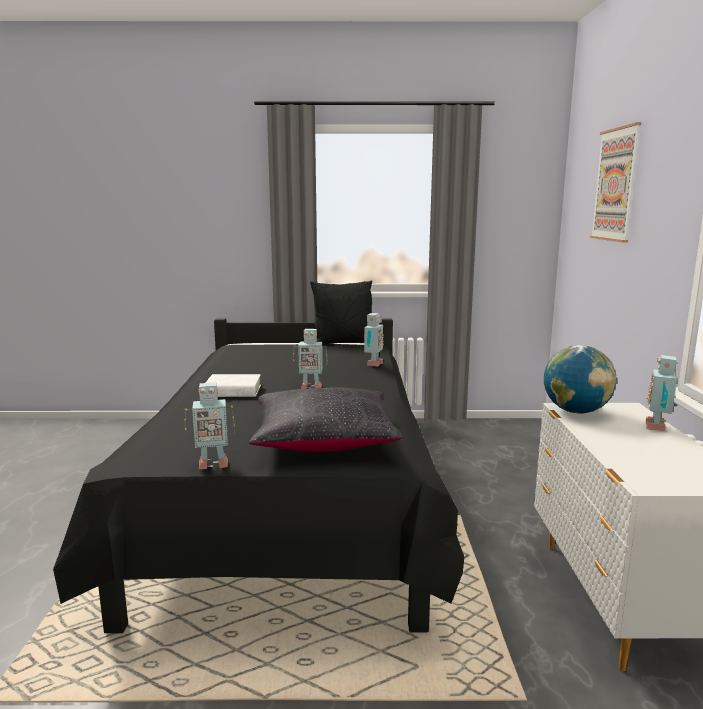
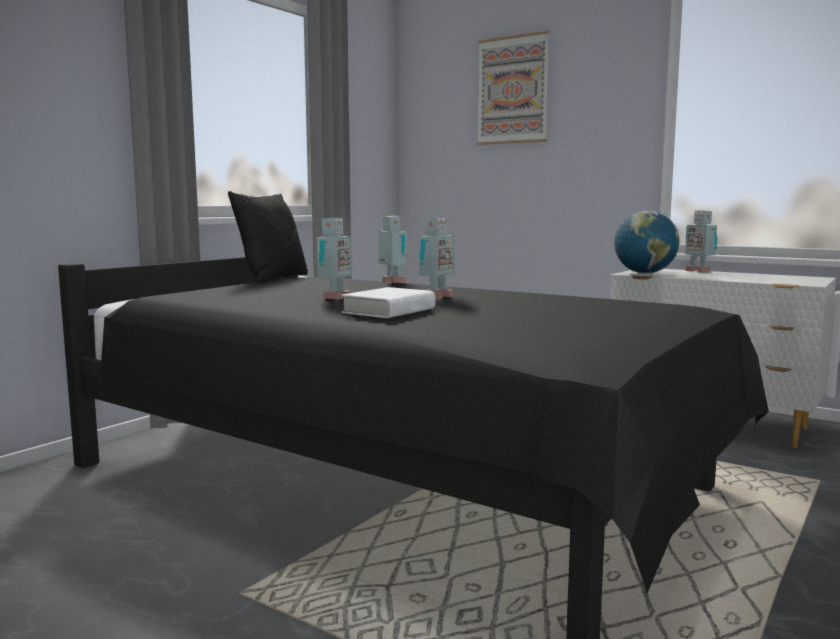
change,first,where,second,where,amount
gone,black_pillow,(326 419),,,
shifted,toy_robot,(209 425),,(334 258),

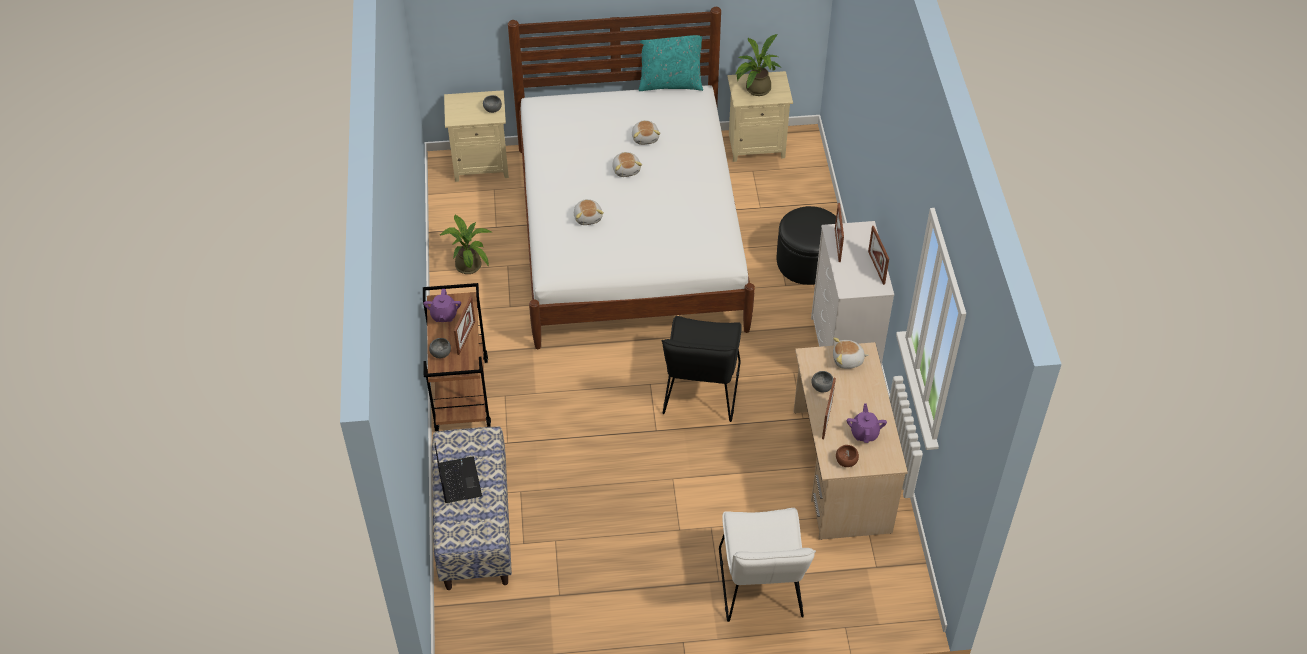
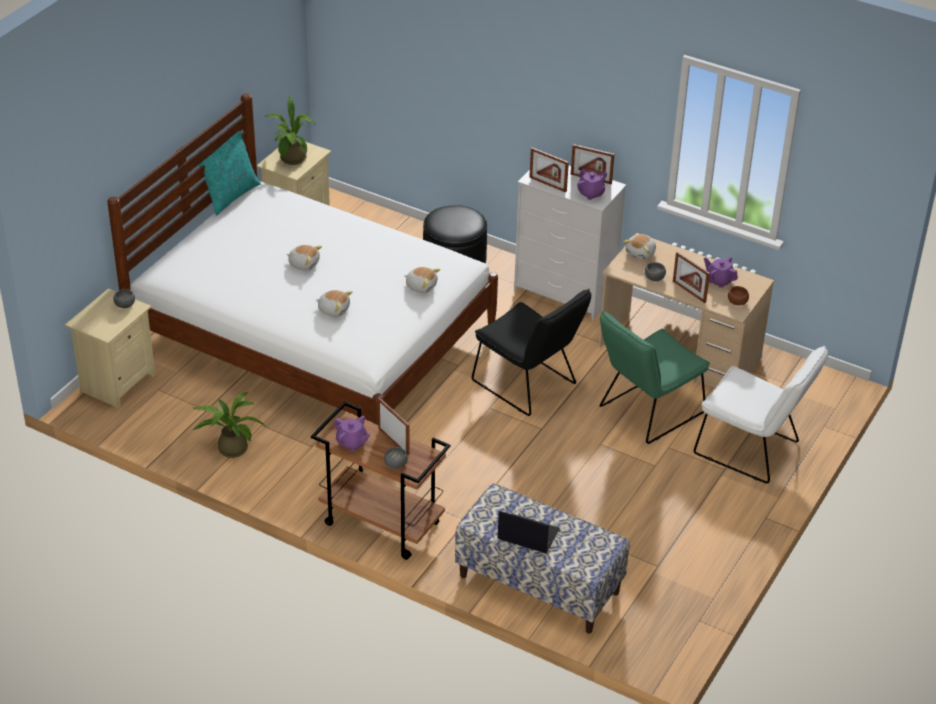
change,first,where,second,where,amount
new,,,purple_teapot,(592 184),
new,,,green_chair,(655 377),
shifted,plush_toy,(646 132),,(422 280),

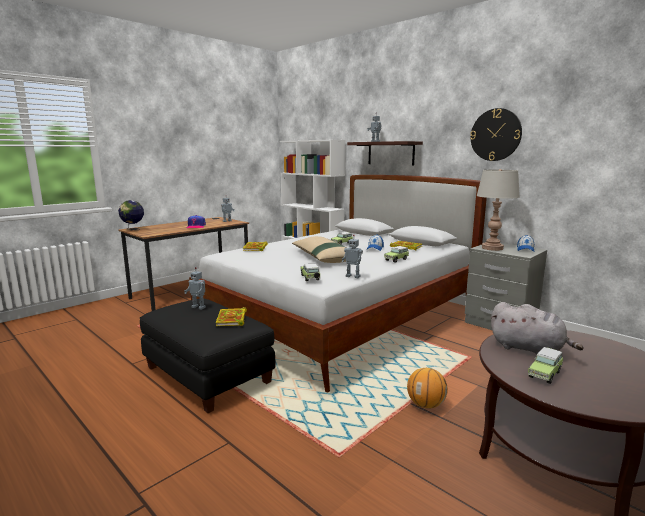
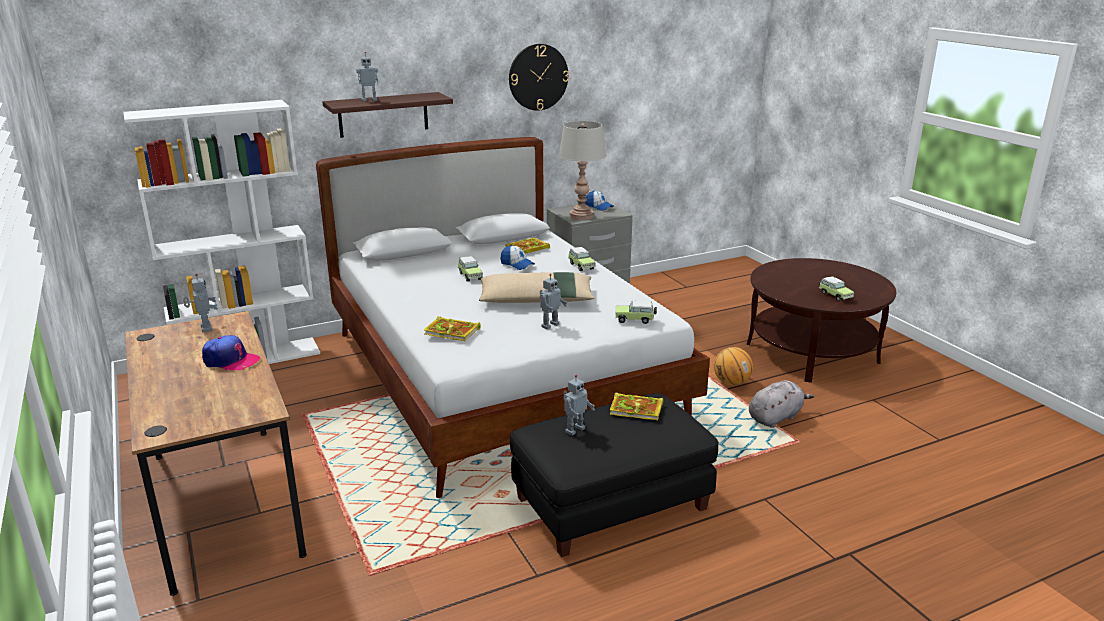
change,first,where,second,where,amount
gone,globe,(131 215),,,
shifted,toy_robot,(352 256),,(554 302),
shifted,grey_plush_toy,(537 328),,(781 404),

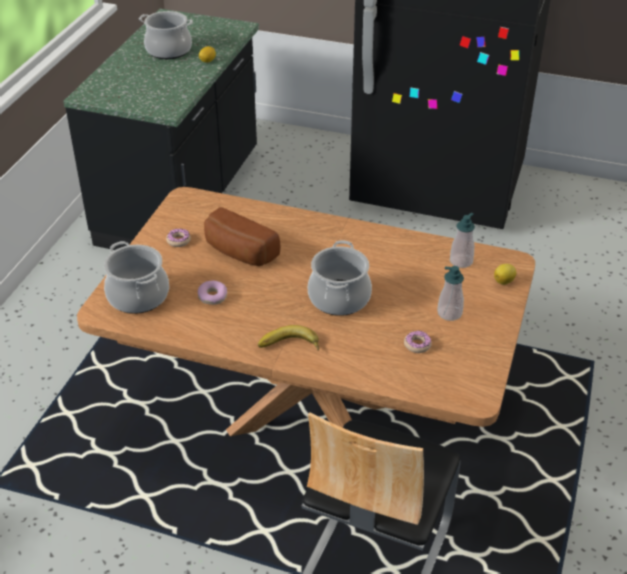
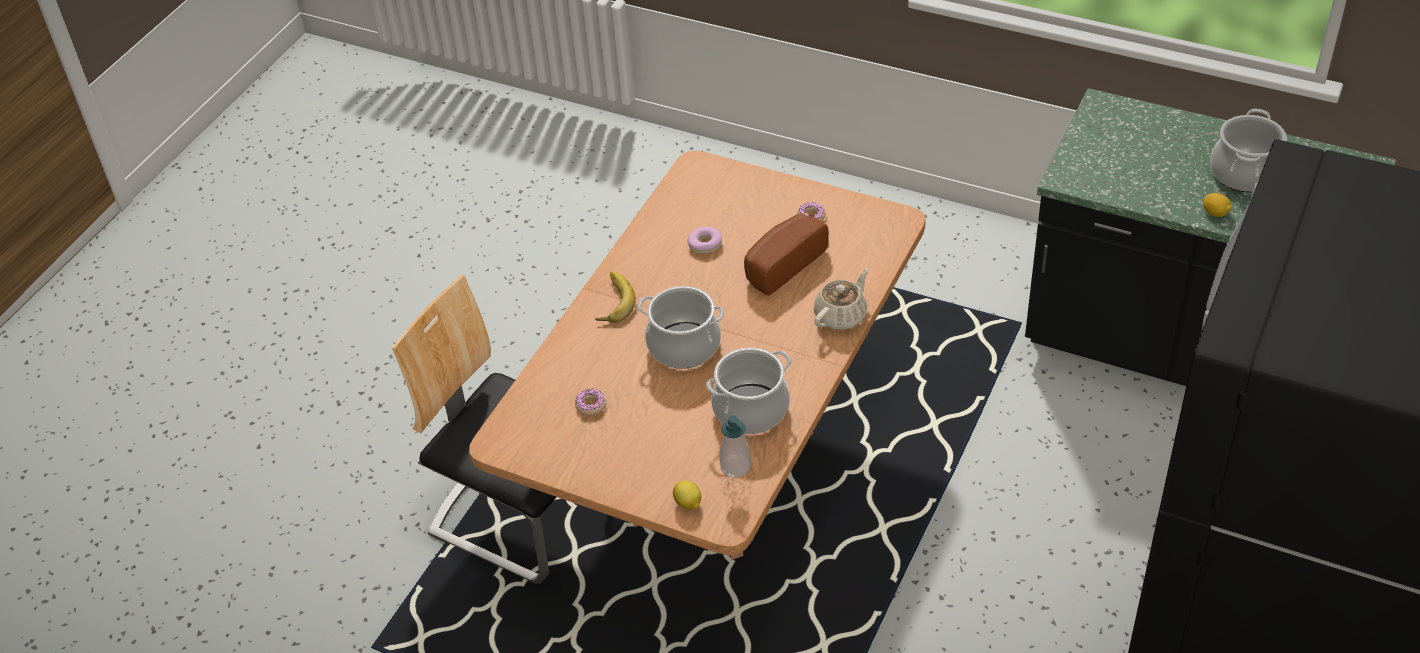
change,first,where,second,where,amount
gone,soap_dispenser,(450 293),,,
new,,,beige_teapot,(841 299),
shifted,cooking_pot,(136 277),,(749 391),

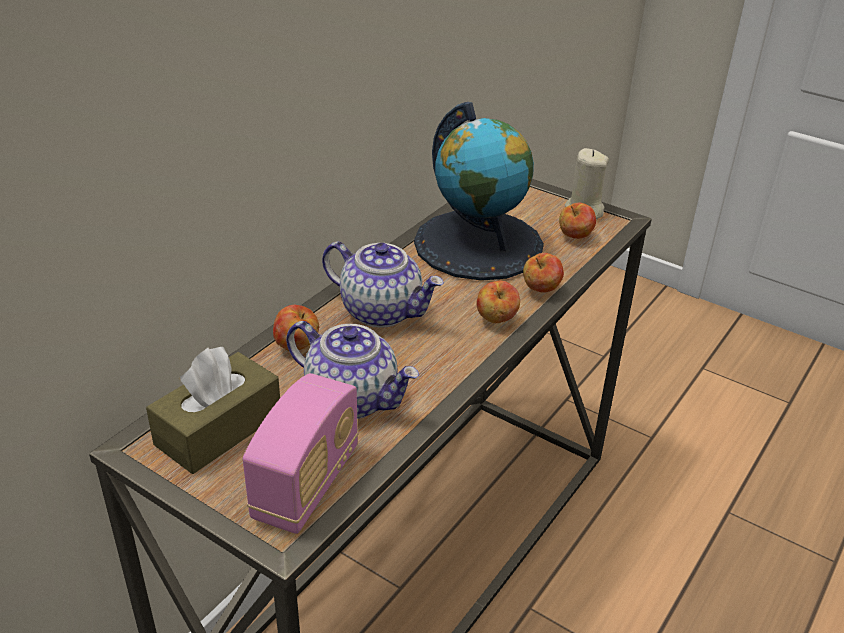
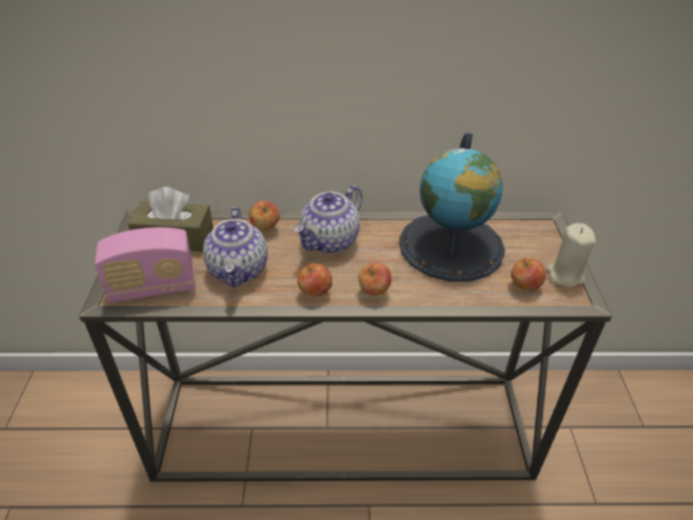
change,first,where,second,where,amount
shifted,apple,(543 273),,(314 279),
rotated,teapot,(383 284),,(328 219),45 degrees clockwise

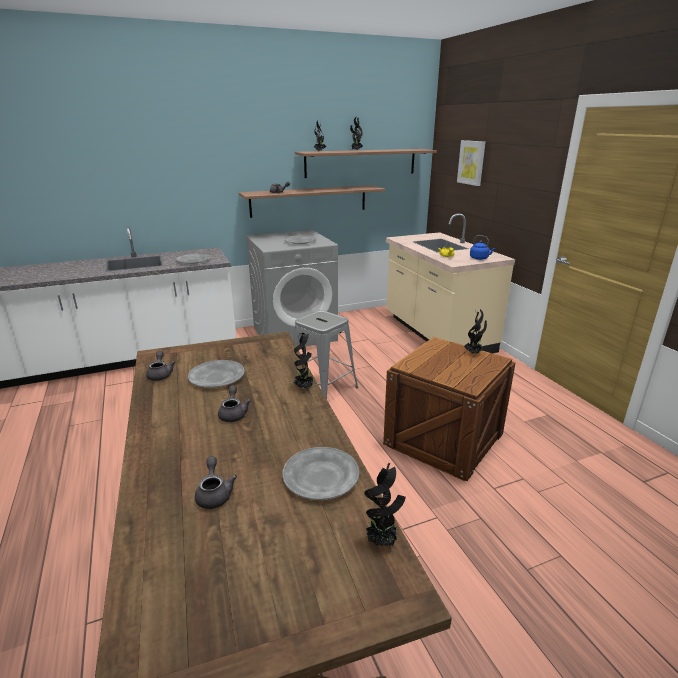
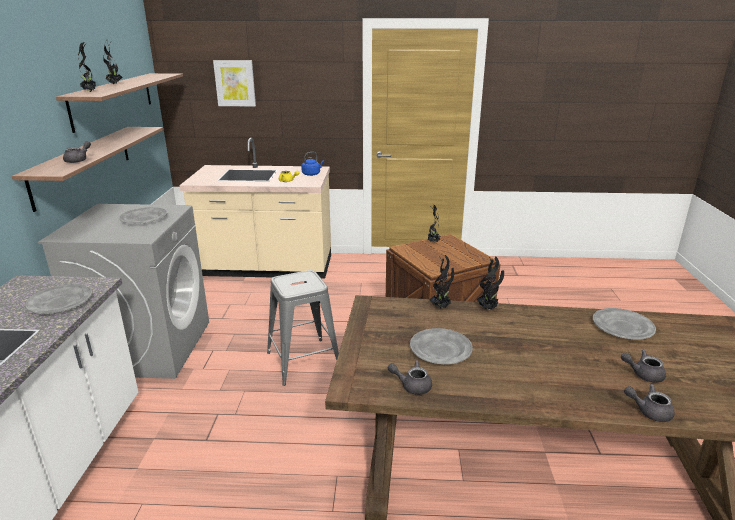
change,first,where,second,where,amount
shifted,grey_teapot,(234 403),,(649 403),
shifted,potted_plant,(385 504),,(441 282),

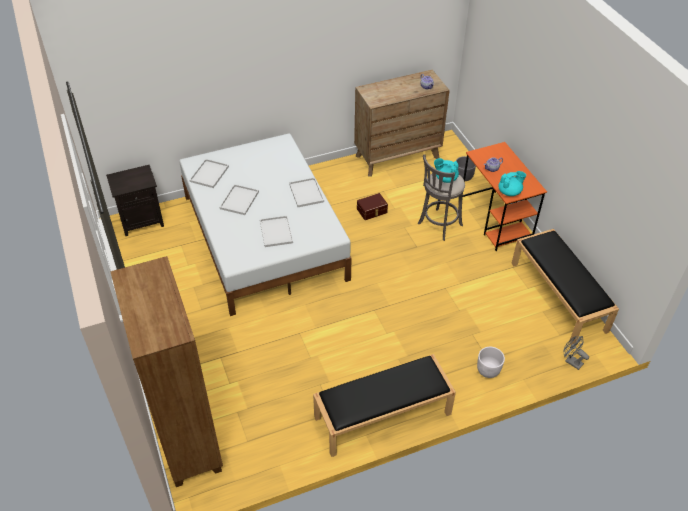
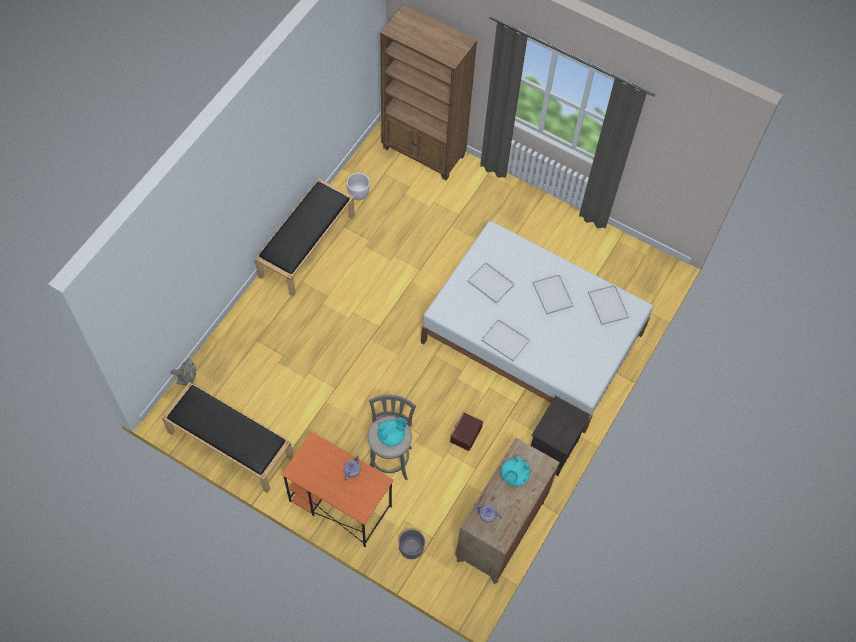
change,first,where,second,where,amount
shifted,black_nightstand,(135 200),,(560 436),
shifted,white_planter,(491 362),,(358 186),
shifted,turquoise_teapot,(512 183),,(515 471),

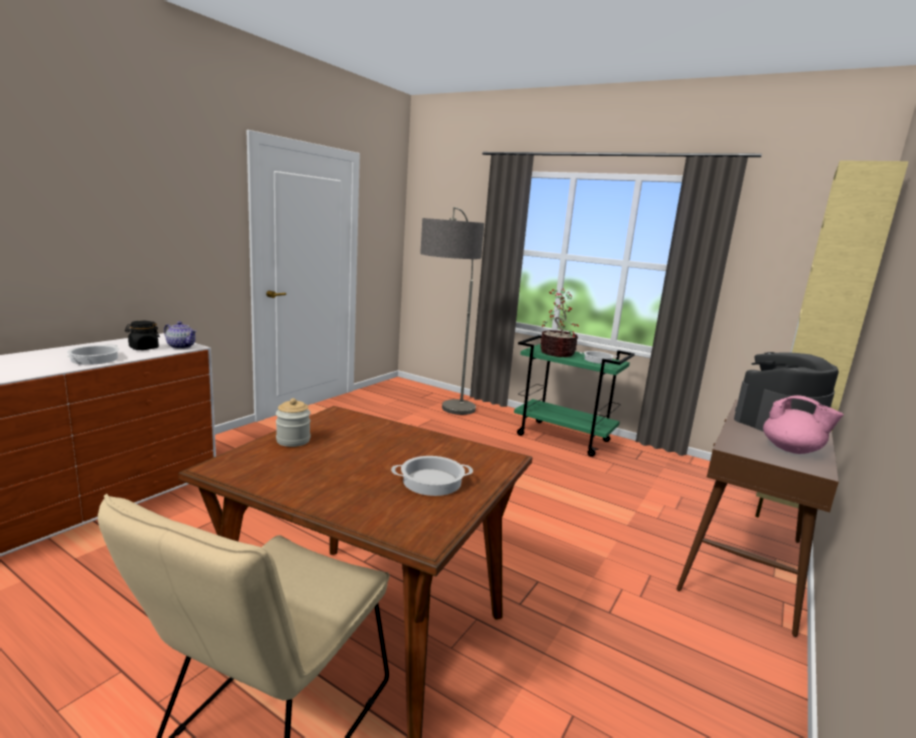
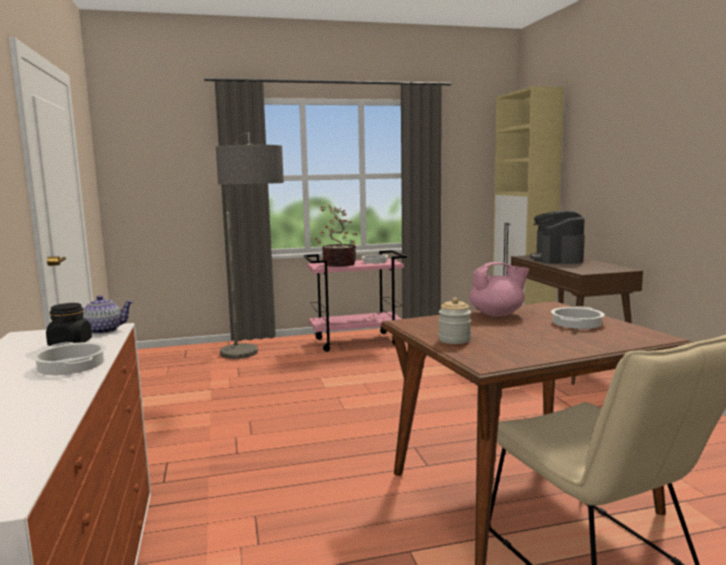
change,first,where,second,where,amount
shifted,pink_teapot,(803 424),,(499 289),
repainted,green_cart,(574 396),pink_cart,(355 301),

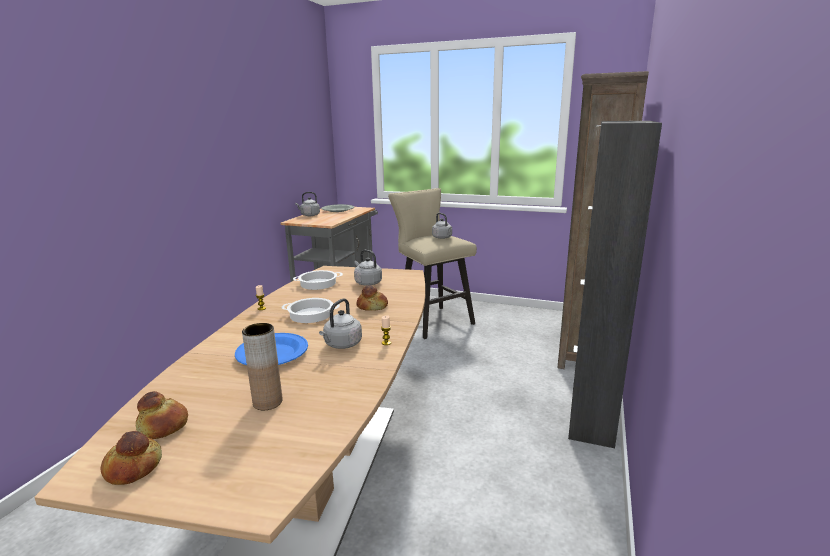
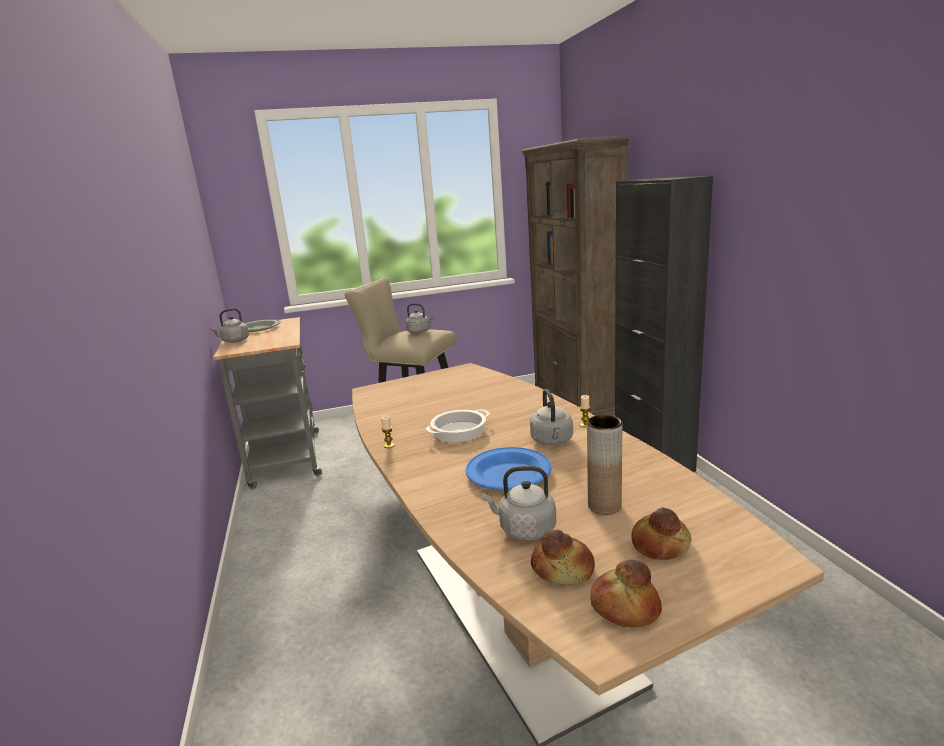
change,first,where,second,where,amount
gone,cooking_pot,(318 280),,,
shifted,grey_kettle,(368 268),,(519 503),
shifted,bread,(372 298),,(661 533),

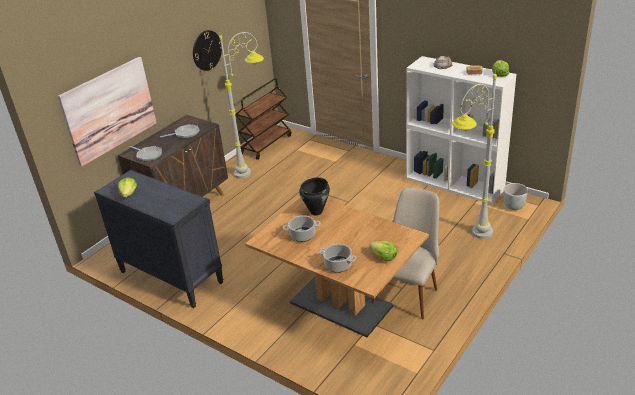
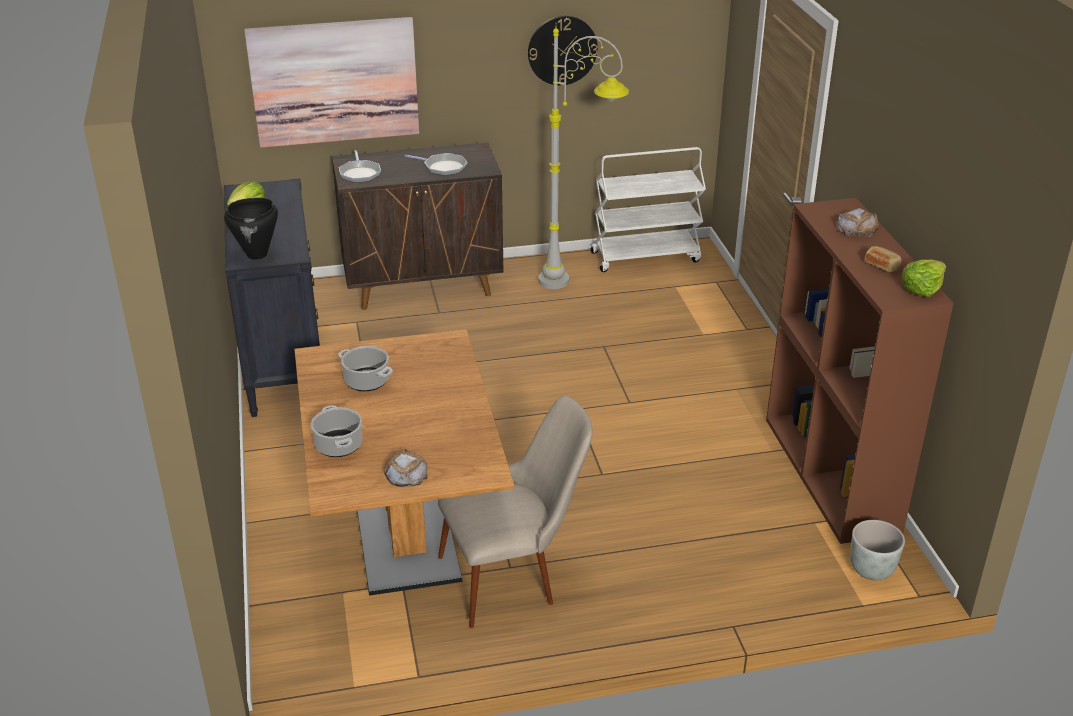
change,first,where,second,where,amount
gone,grey_floor_lamp,(474 154),,,
shifted,black_cooking_pot,(314 196),,(251 229),
swapped,lettuce,(383 251),bread,(406 468),
repainted,brown_cart,(263 119),white_cart,(648 209),
repainted,white_bookcase,(461 130),brown_bookcase,(860 371),

